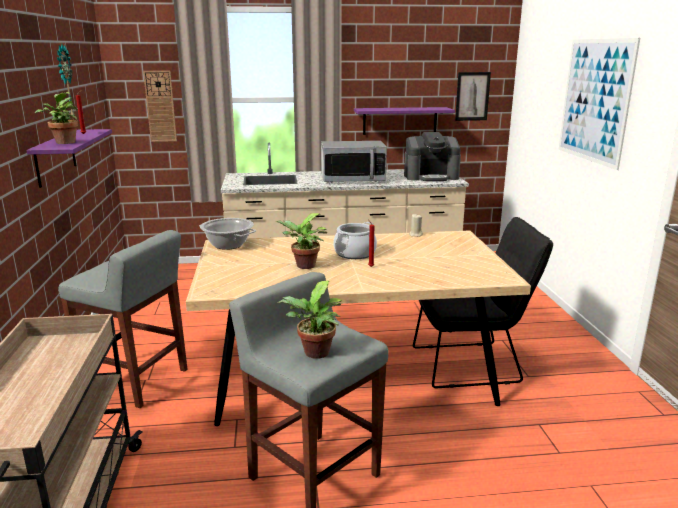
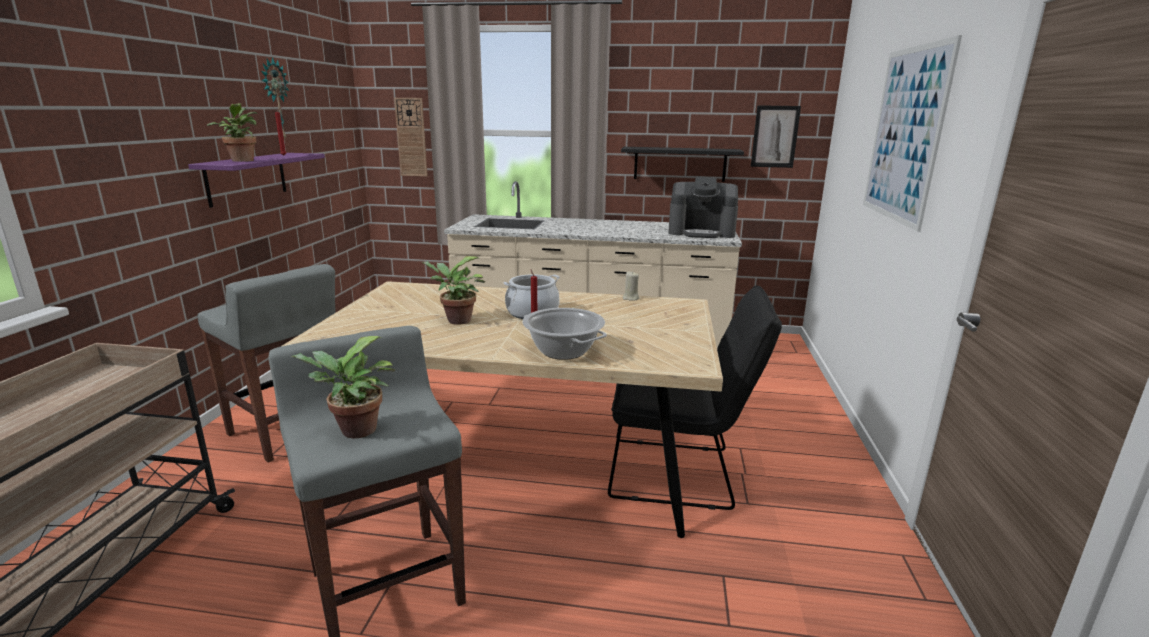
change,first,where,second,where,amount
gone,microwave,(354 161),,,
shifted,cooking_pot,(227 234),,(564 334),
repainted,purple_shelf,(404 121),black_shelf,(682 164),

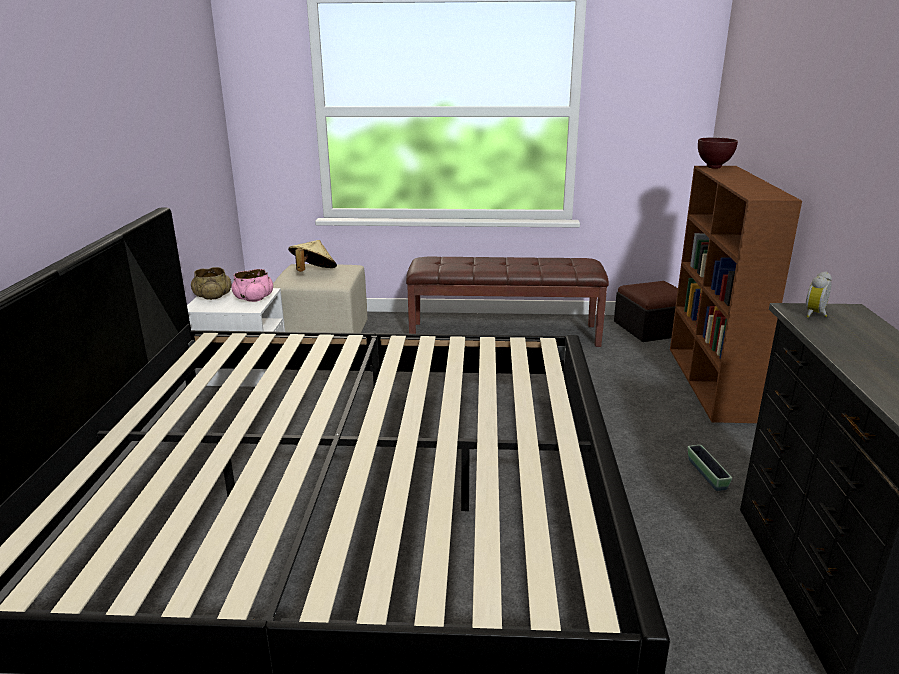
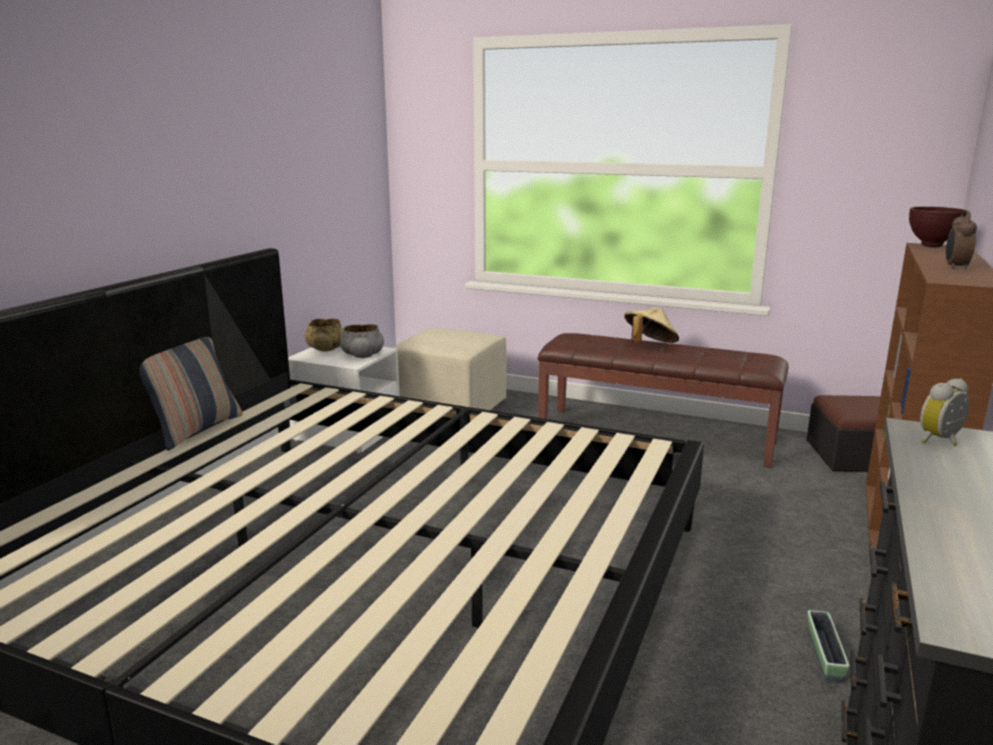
change,first,where,second,where,amount
new,,,pillow,(191 394),
new,,,alarm_clock,(961 240),
shifted,beige_hat,(312 256),,(651 325),
repainted,pink_bowl,(252 285),grey_bowl,(362 341),

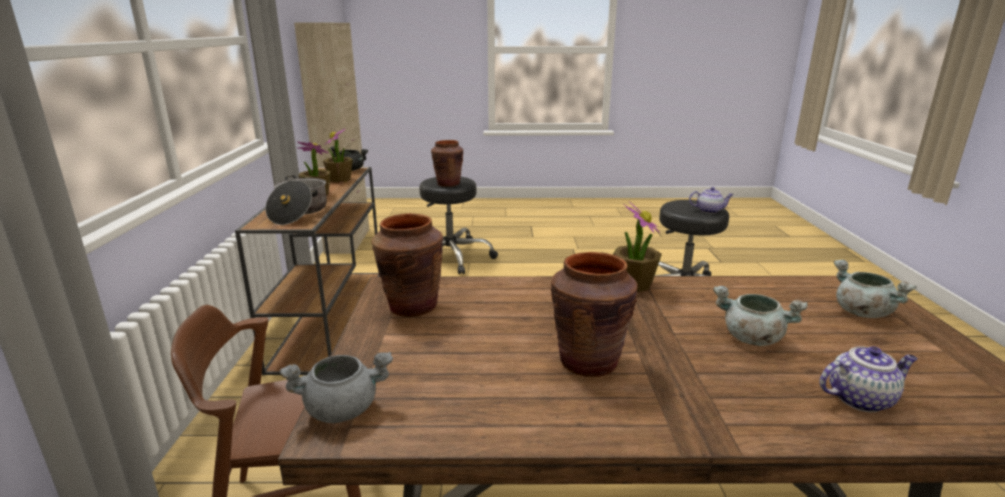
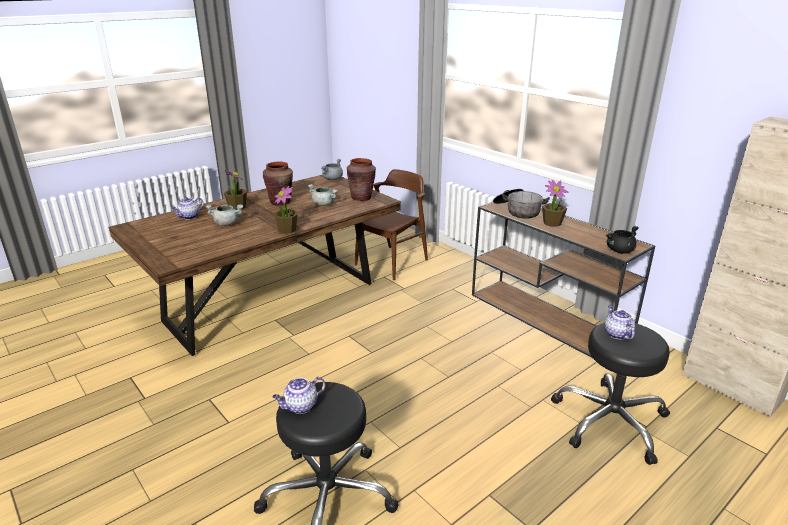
change,first,where,second,where,amount
shifted,potted_plant,(338 156),,(235 190),
shifted,grey_cooking_pot,(875 289),,(323 195),
swapped,brown_vase,(447 163),teapot,(620 322),

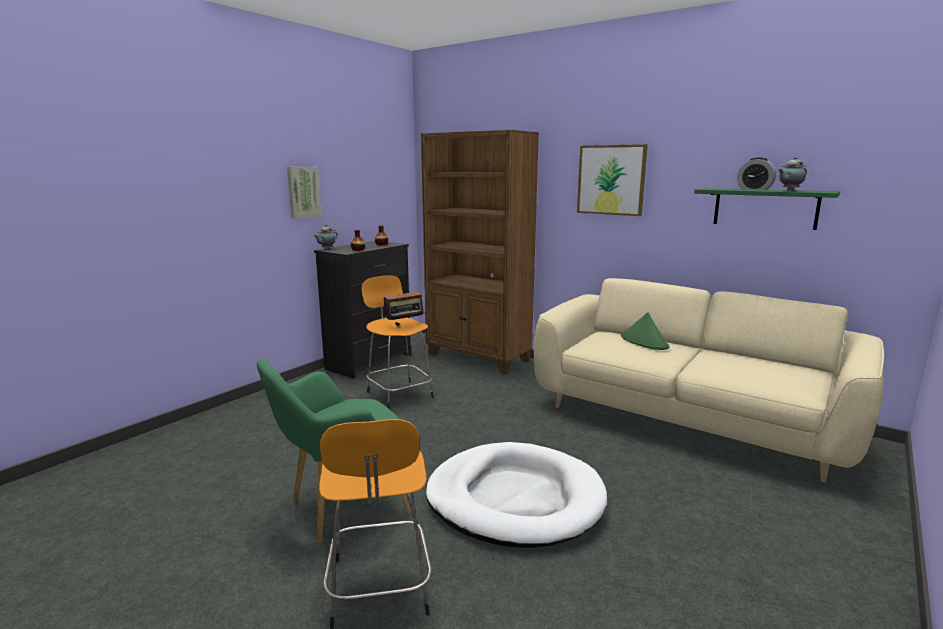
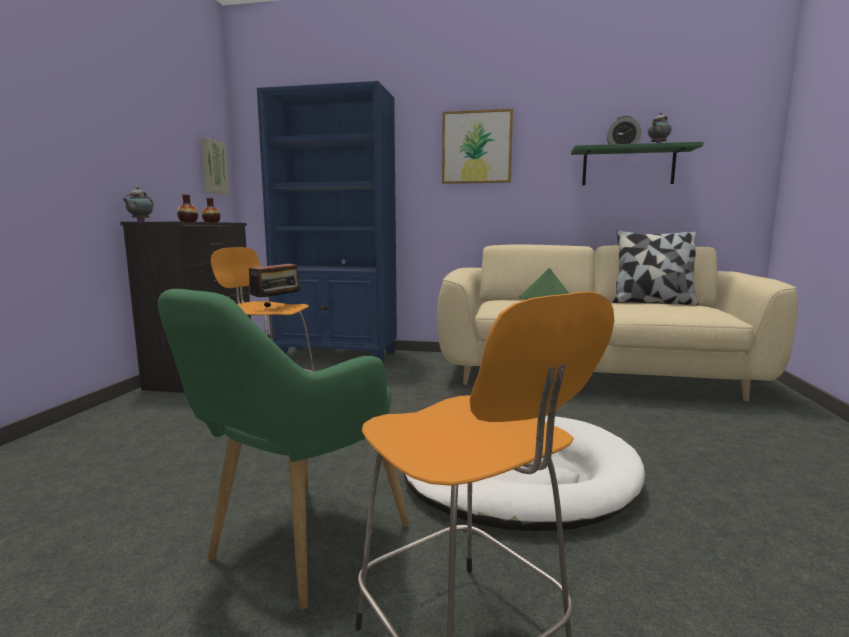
change,first,where,second,where,amount
new,,,pillow,(656 268),
shifted,picture,(304 193),,(214 166),
repainted,brown_bookcase,(480 252),blue_bookcase,(327 222),

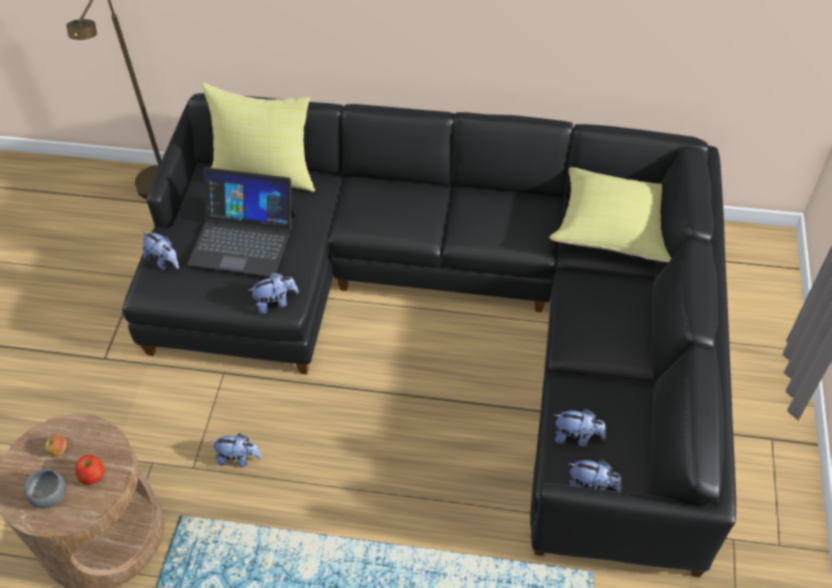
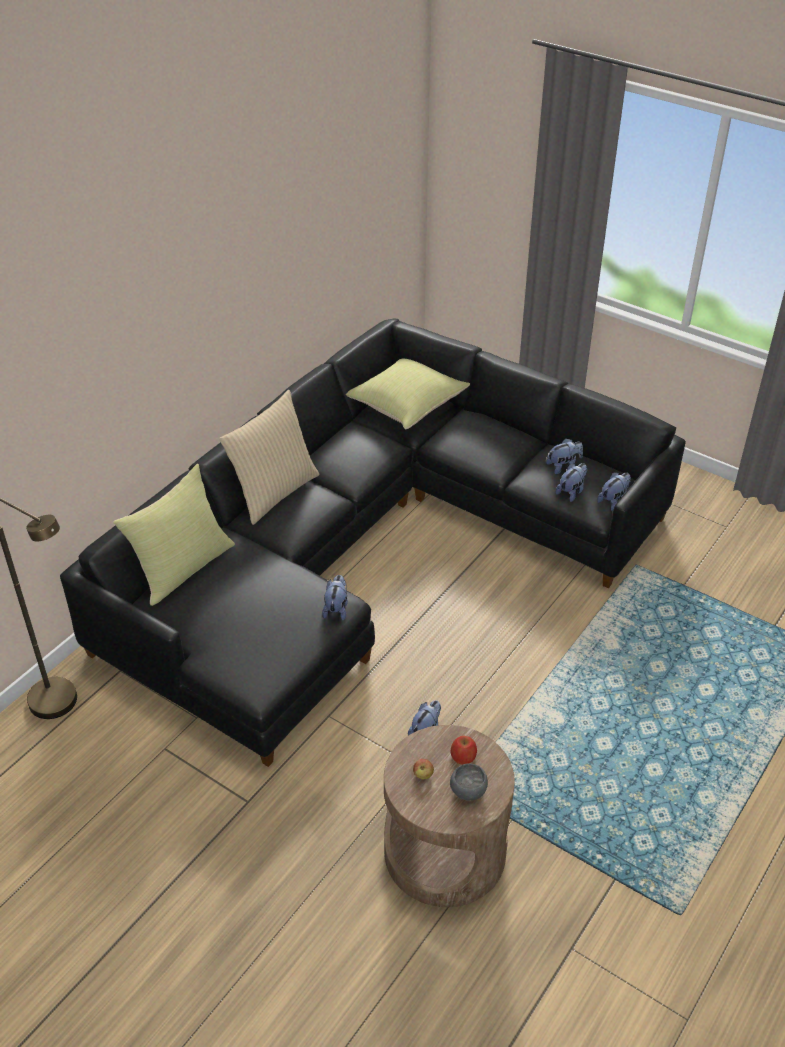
change,first,where,second,where,amount
gone,laptop,(241 222),,,
new,,,beige_pillow,(269 457),
shifted,plush_toy,(160 250),,(564 456),

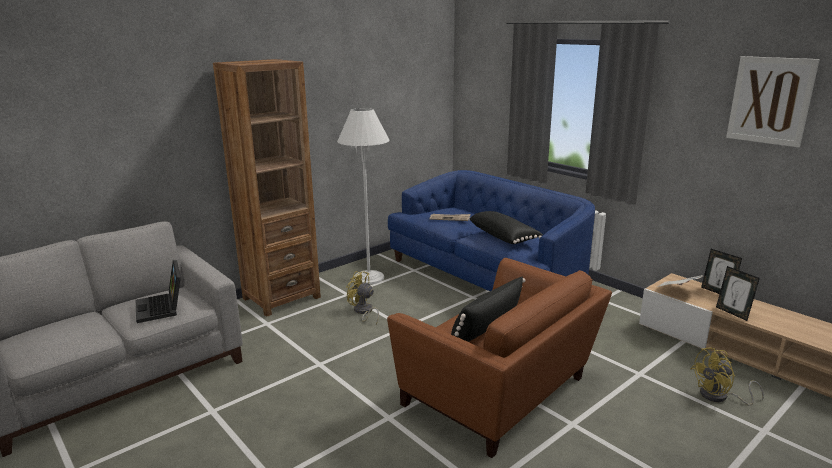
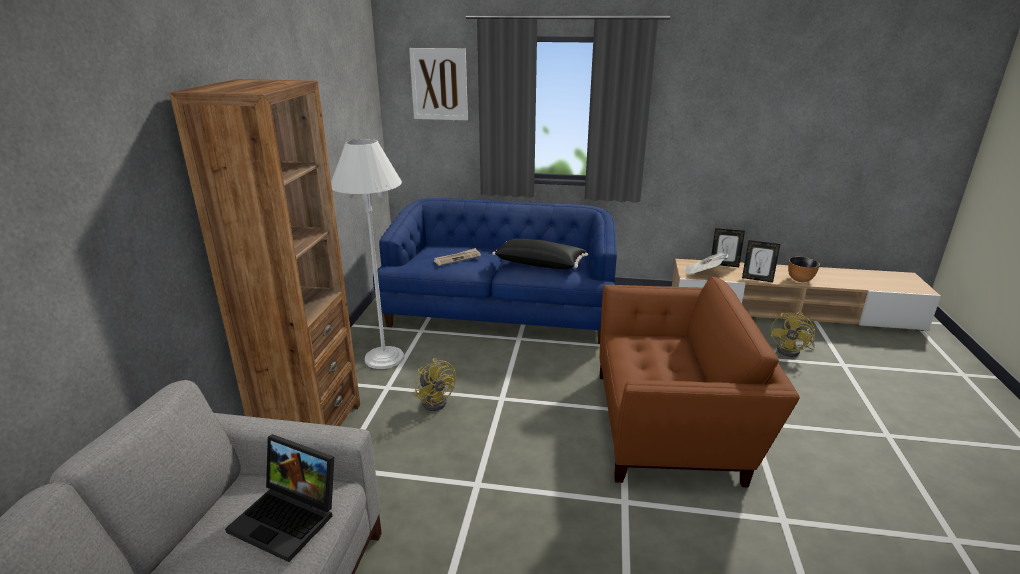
change,first,where,second,where,amount
gone,black_pillow,(488 309),,,
new,,,bowl,(804 269),
shifted,picture,(773 102),,(438 84),
rotated,yellow_fan,(362 297),,(435 384),120 degrees counterclockwise

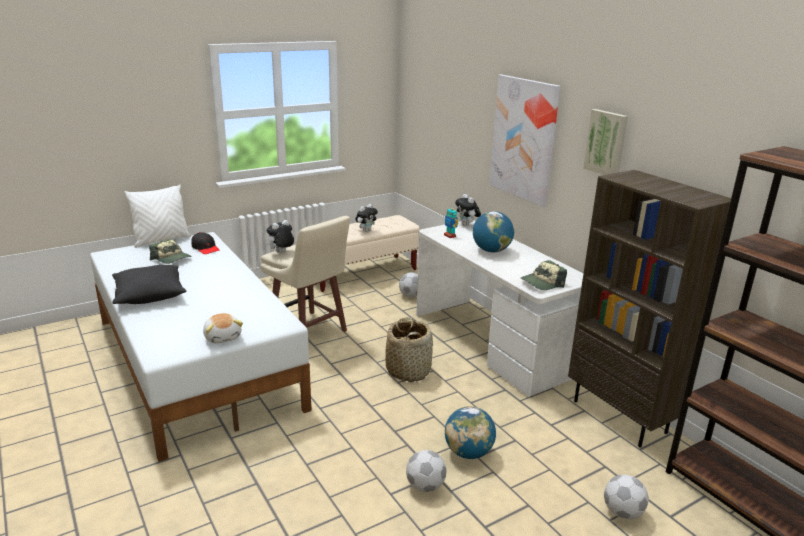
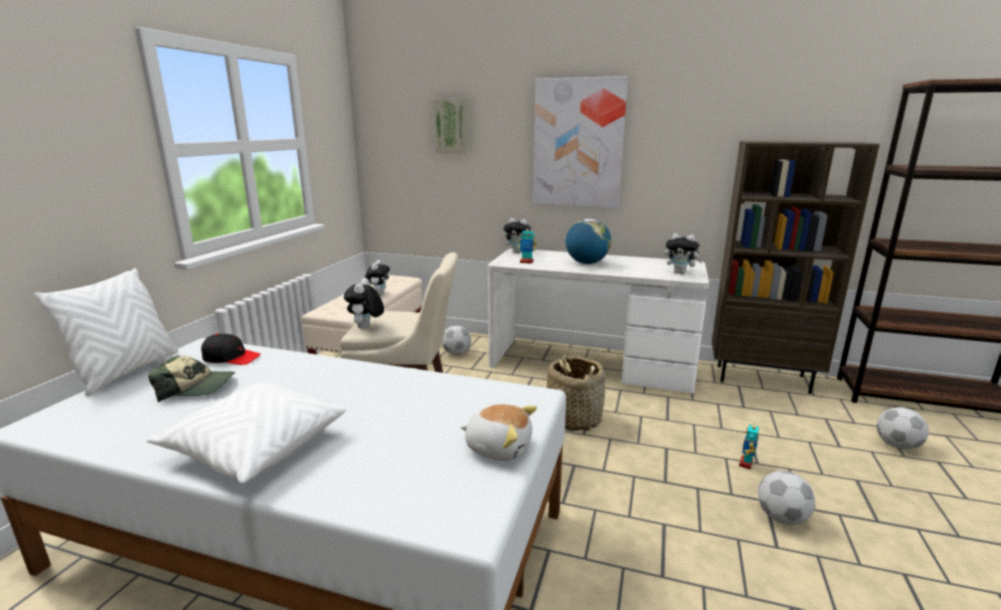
change,first,where,second,where,amount
shifted,picture,(605 142),,(451 126),
swapped,globe,(470 432),toy_robot,(749 446),
swapped,cap,(544 275),plush_toy,(684 253),
repainted,black_pillow,(149 284),white_pillow,(246 433),

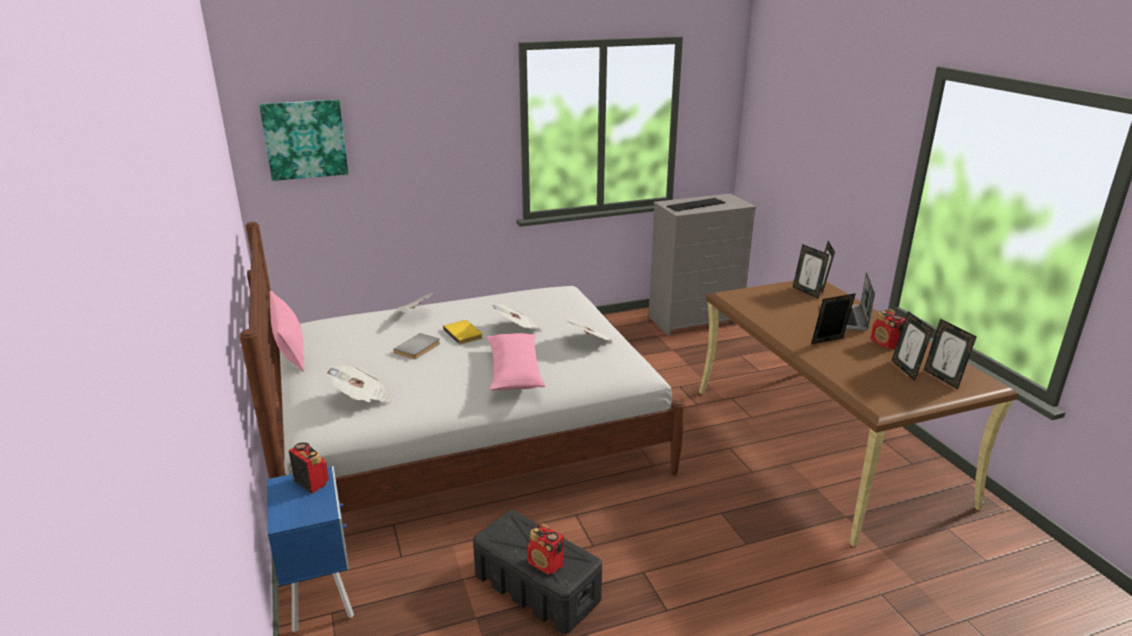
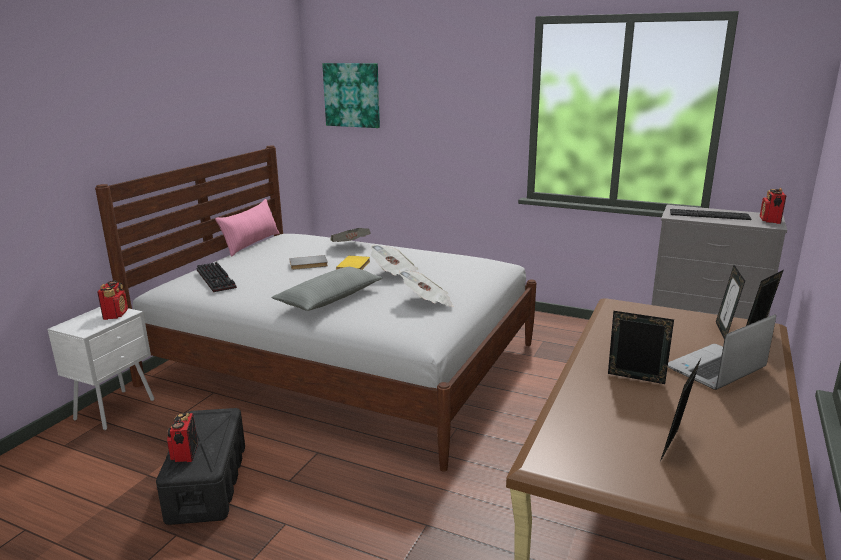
change,first,where,second,where,amount
gone,picture_frame,(950 354),,,
shifted,radio,(888 329),,(773 206),
swapped,newspaper,(358 383),keyboard,(217 277),
repainted,blue_nightstand,(310 549),white_nightstand,(100 368),
repainted,pink_pillow,(516 361),grey_pillow,(327 289),

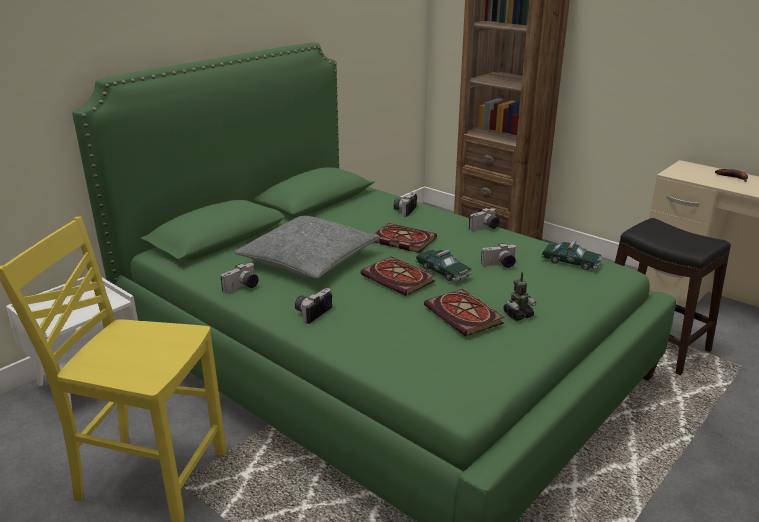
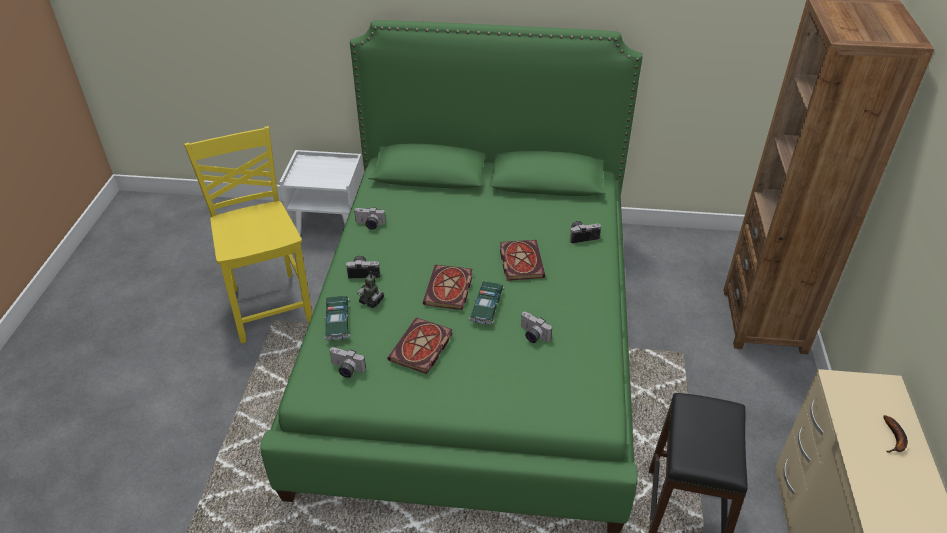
change,first,where,second,where,amount
gone,grey_pillow,(307 247),,,
shifted,photo_camera,(484 219),,(347 362),
shifted,toy_robot,(519 296),,(370 289),
shifted,toy_car,(571 255),,(337 318),

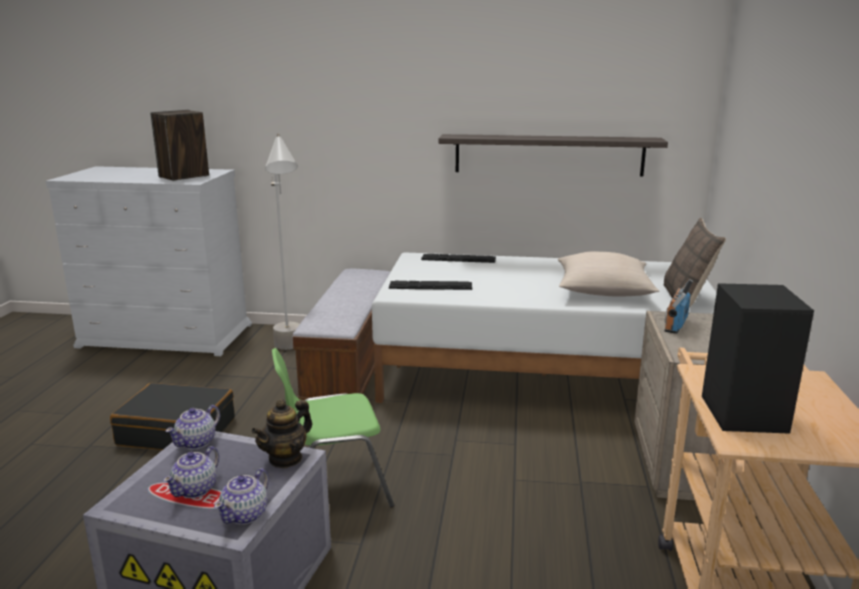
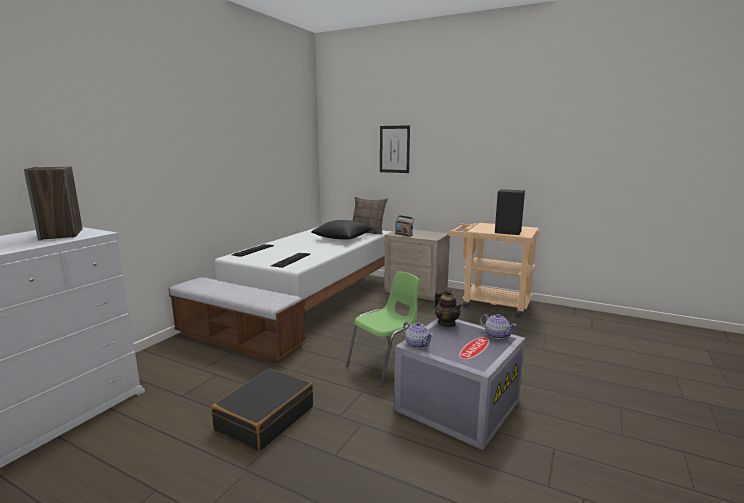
change,first,where,second,where,amount
gone,teapot,(191 472),,,
gone,grey_floor_lamp,(282 241),,,
gone,shelf,(553 155),,,
new,,,picture,(395 149),
repainted,beige_pillow,(608 274),black_pillow,(342 230),
rotated,green_chair,(333 427),,(382 329),135 degrees counterclockwise

